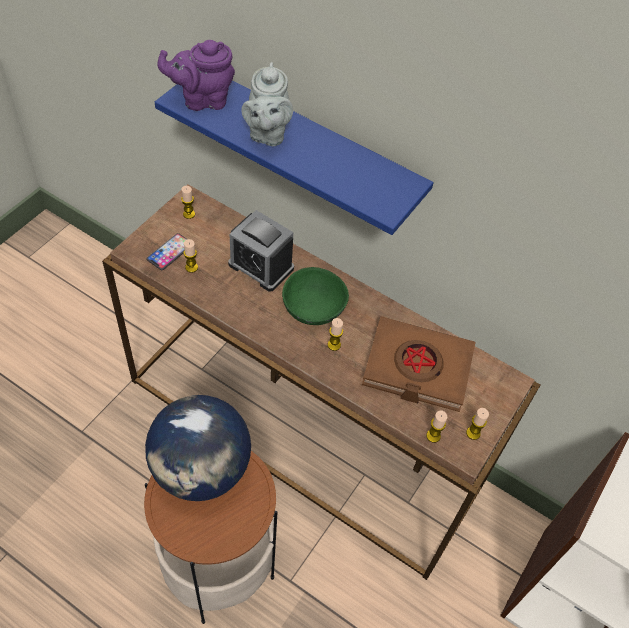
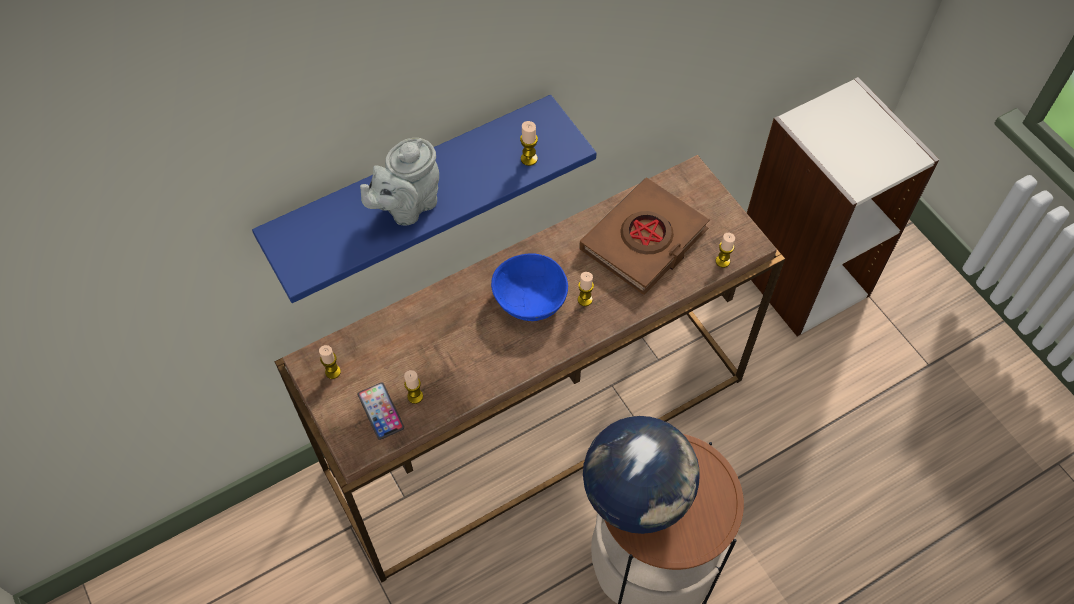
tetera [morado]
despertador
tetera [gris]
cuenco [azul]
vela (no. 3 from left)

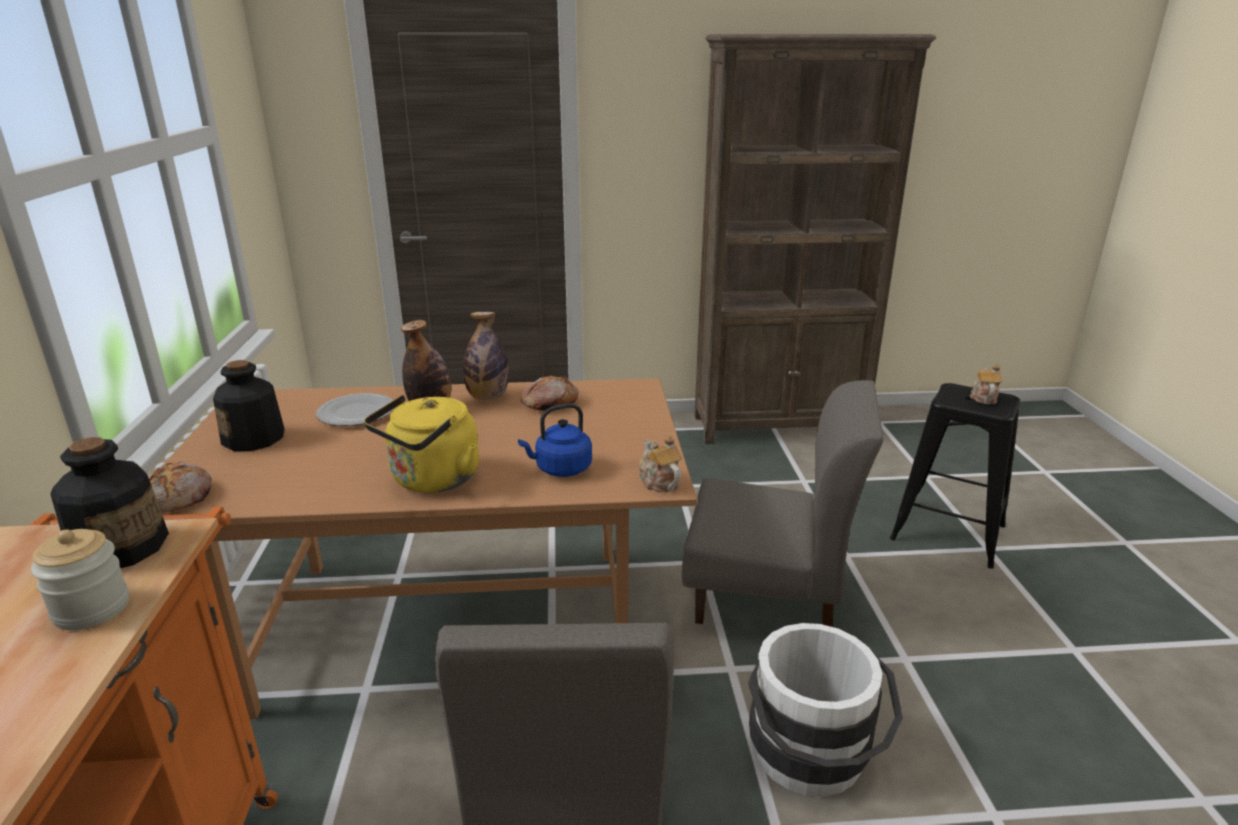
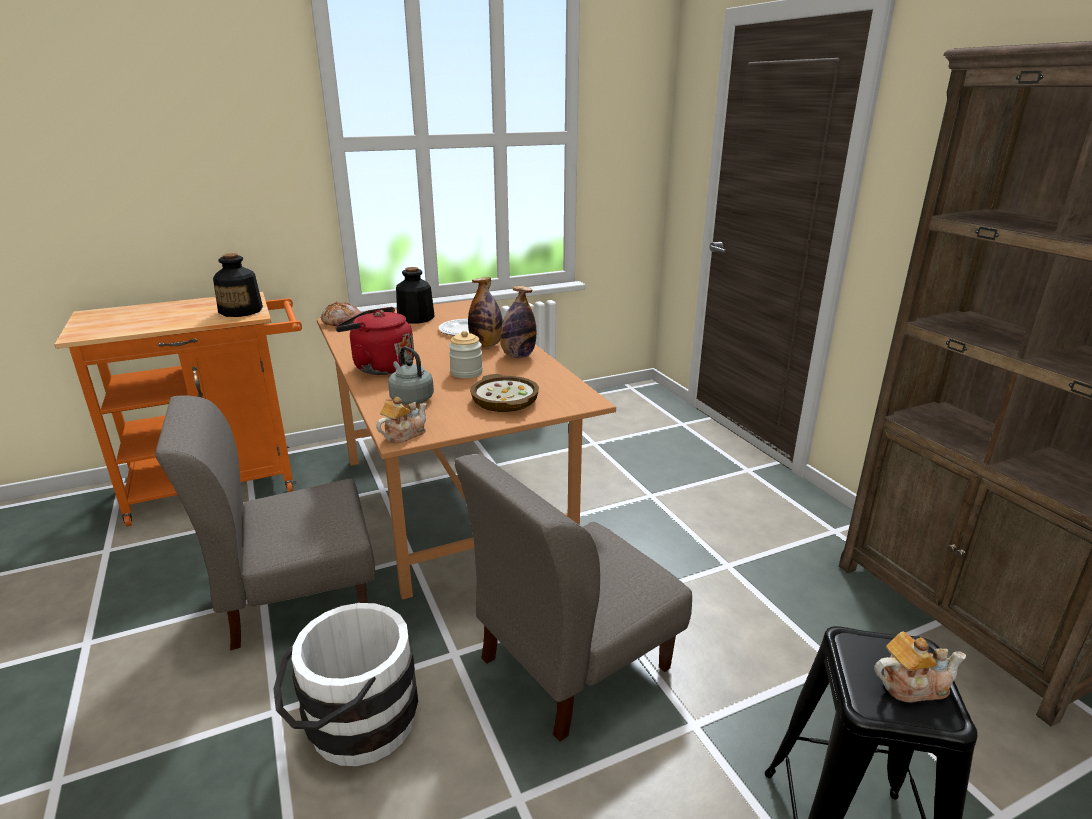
tarro
hervidor [rojo]
hervidor [gris]
pan (no. 2 from left in the first image)
silla [gris] (no. 2 from left)
cuenco

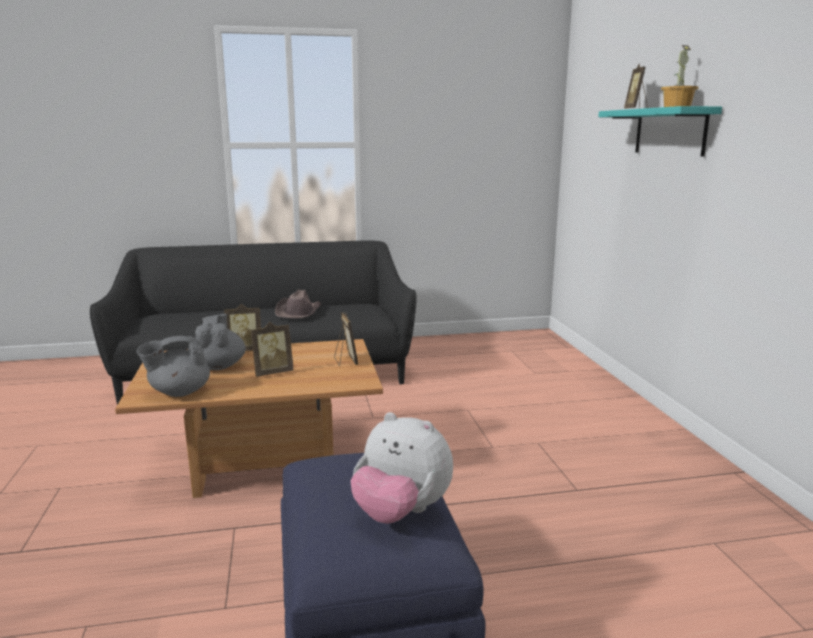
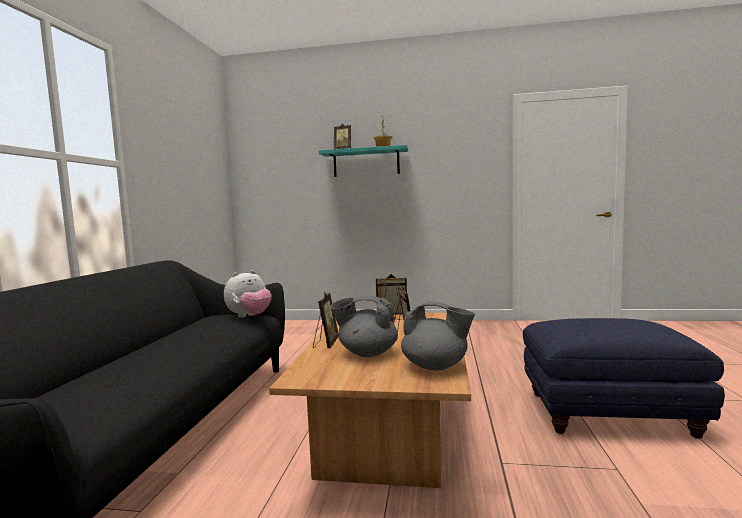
tetera [gris] (no. 2 from left)
sombrero [marrón]
peluche

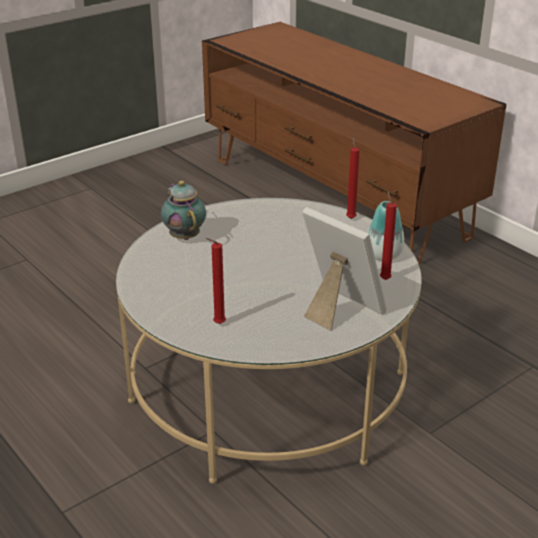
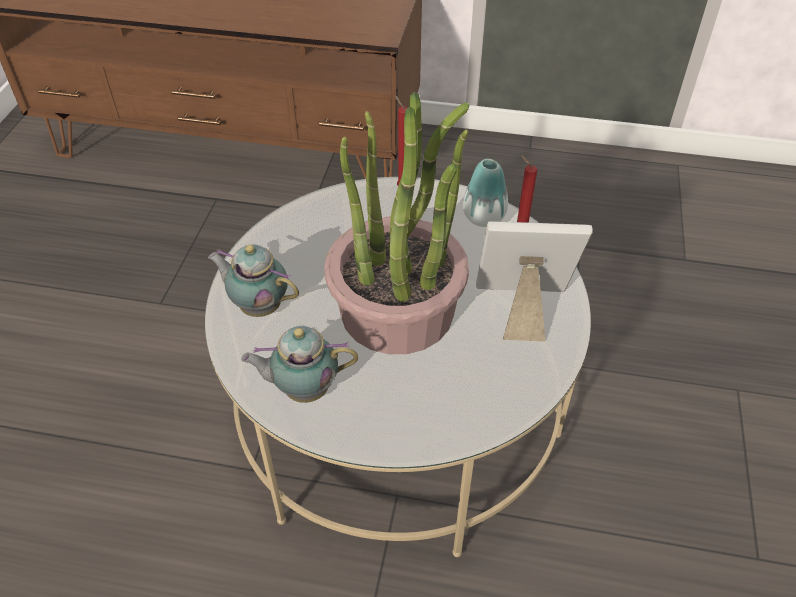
vela [rojo] (no. 1 from left in the first image)
tetera (no. 2 from left)
planta en maceta

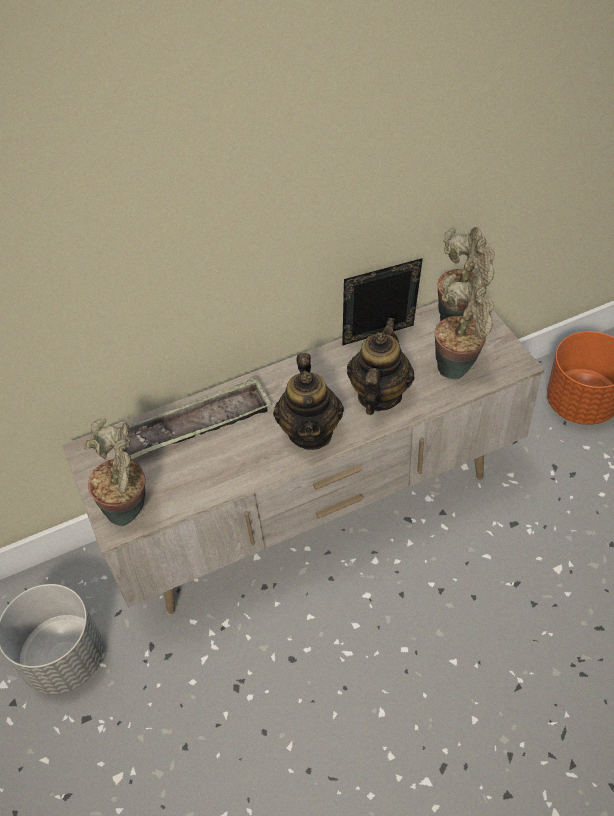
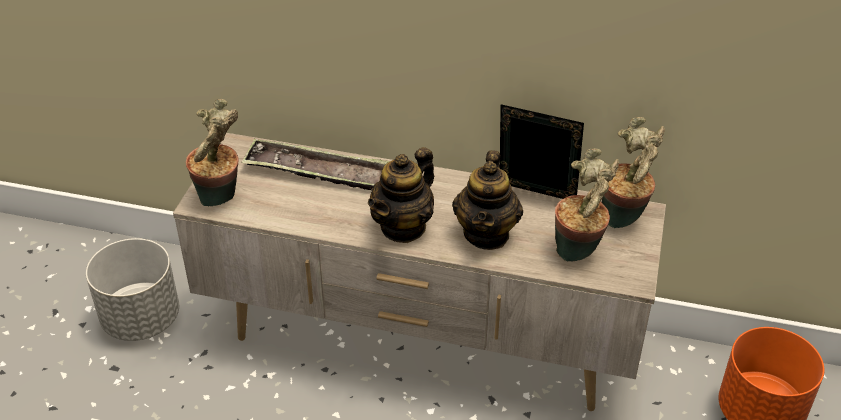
tetera (no. 2 from left)

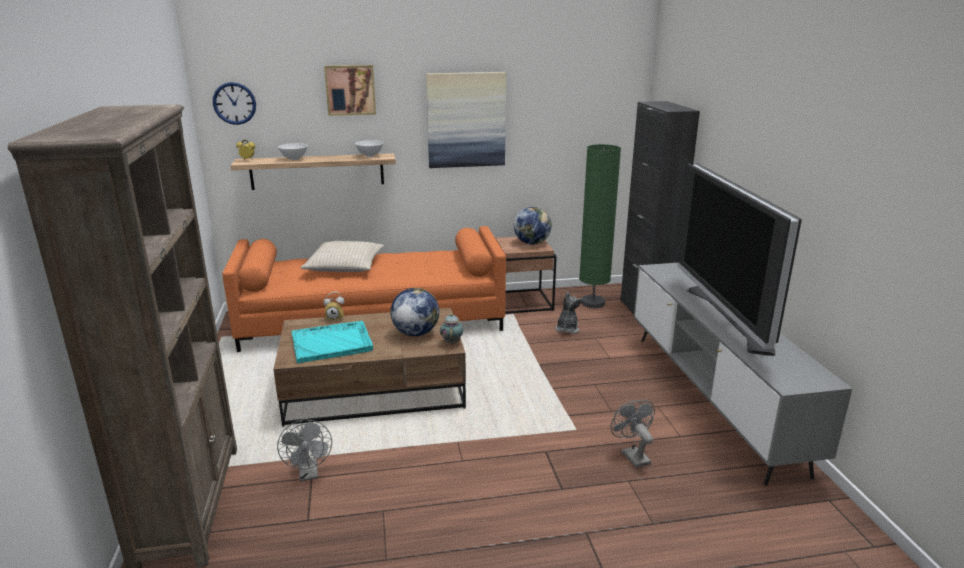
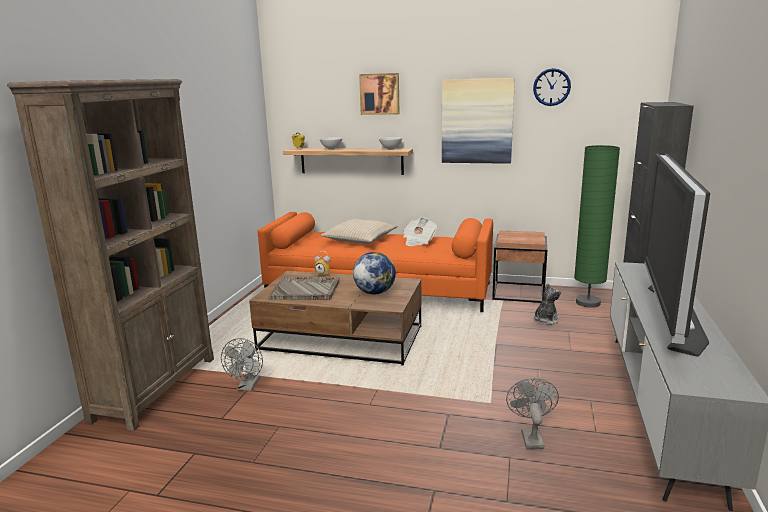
reloj de pared
bandeja [gris]
tetera
globo terráqueo (no. 2 from left in the first image)
periódico

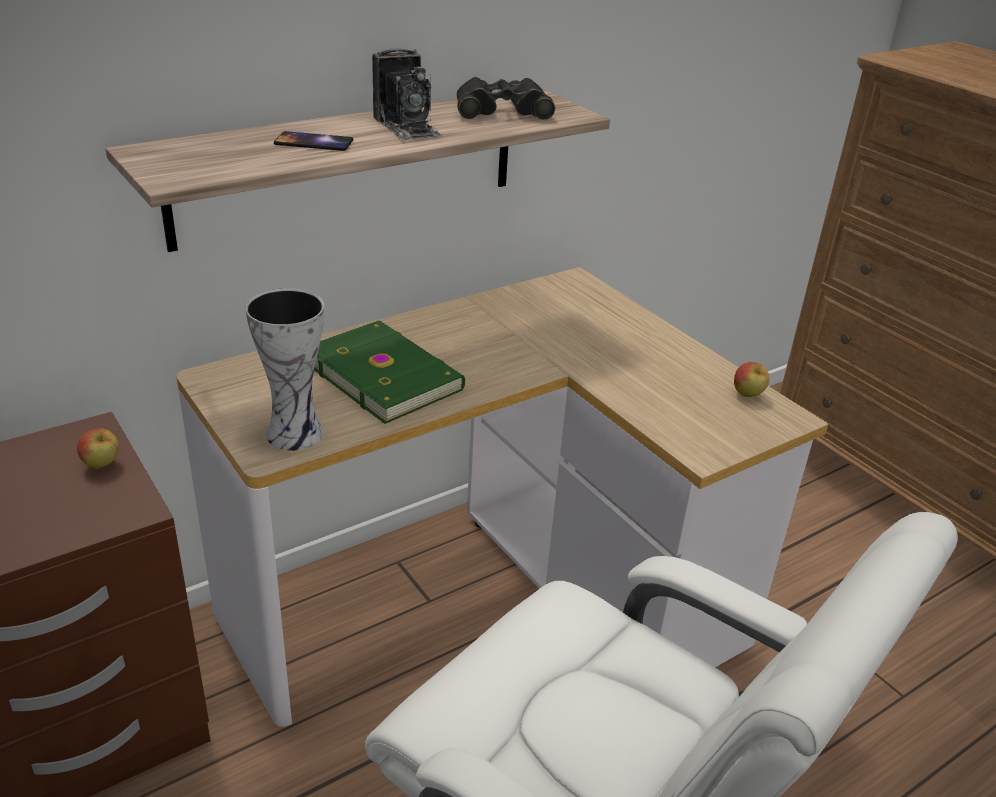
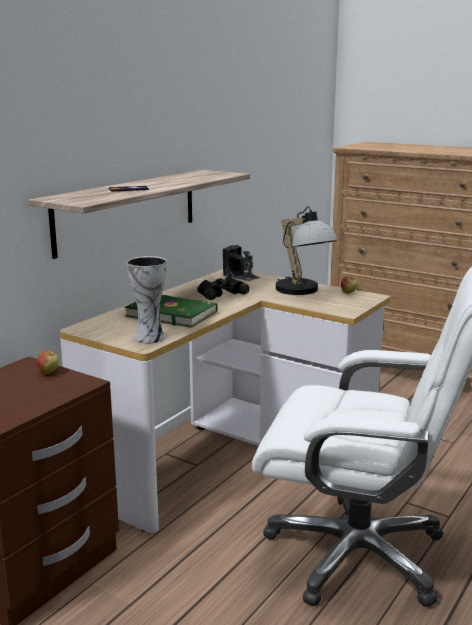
cámara
prismáticos [negro]
lámpara de mesa

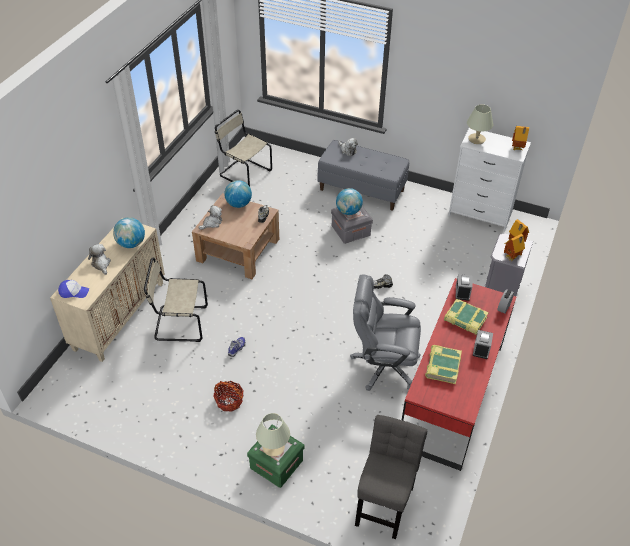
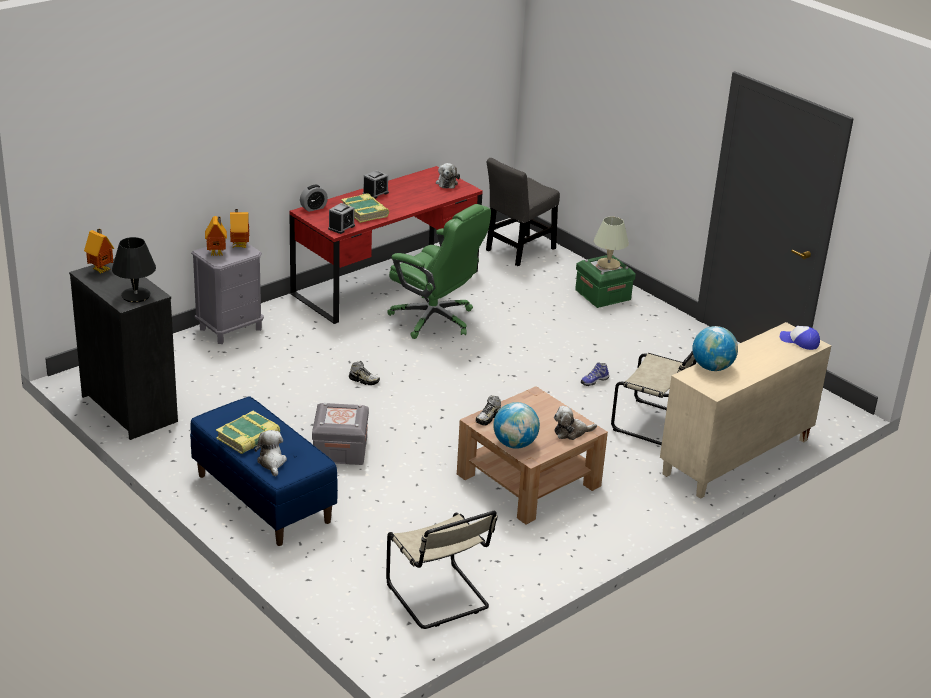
peluche (no. 2 from left)
cesta
banco [azul]
globo terráqueo (no. 3 from left in the first image)
silla de oficina [verde]
libro (no. 1 from left)
cómoda [negro]
lámpara de mesa [negro]

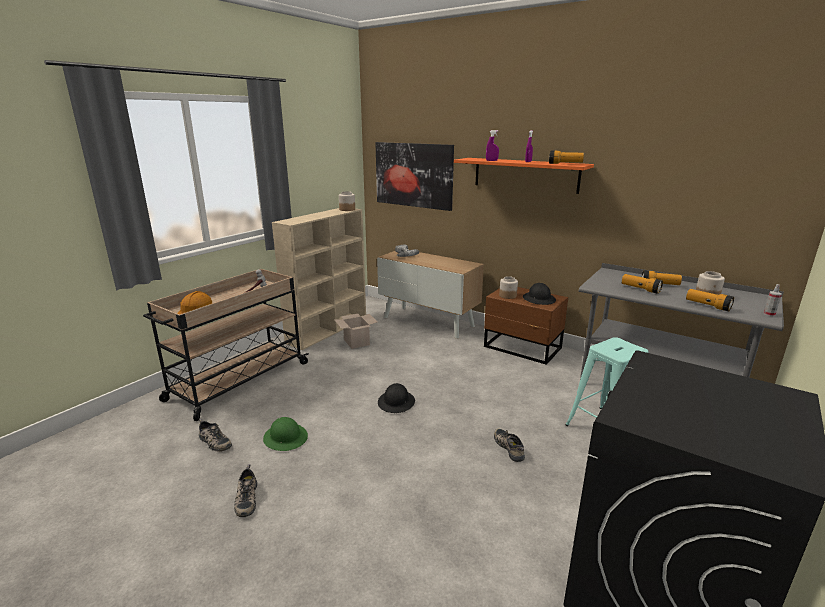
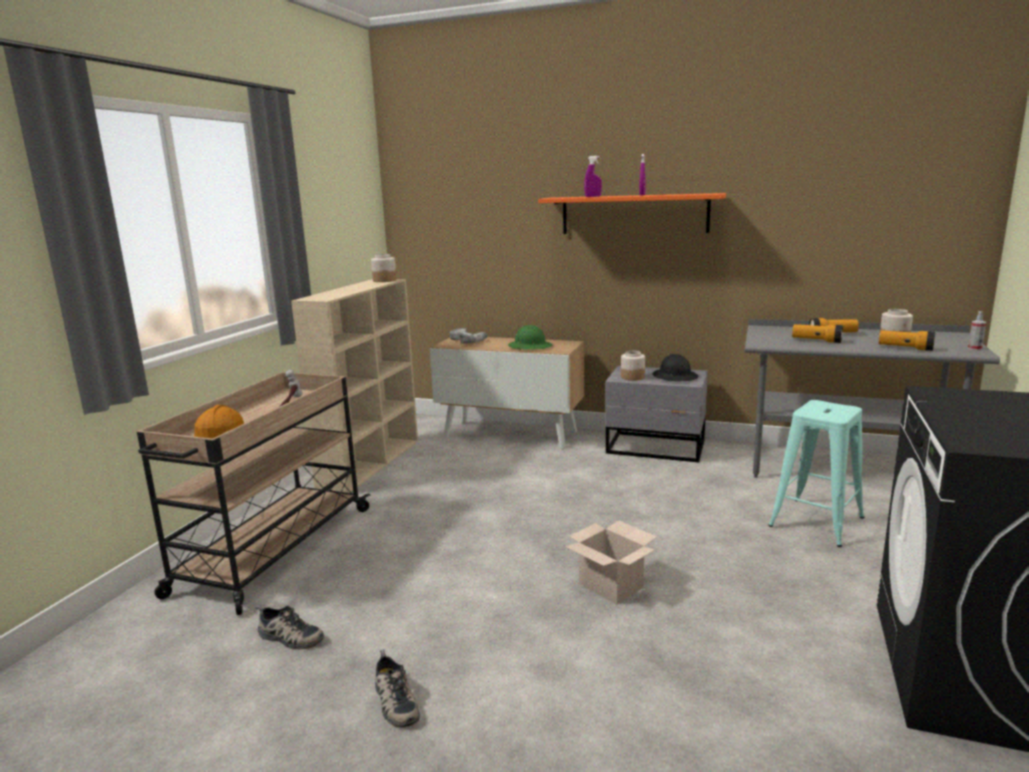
casco [verde]
caja de cartón
cuadro
casco [negro] (no. 1 from left in the first image)
mesita de noche [gris]
zapato (no. 3 from left in the first image)
linterna (no. 1 from left in the first image)

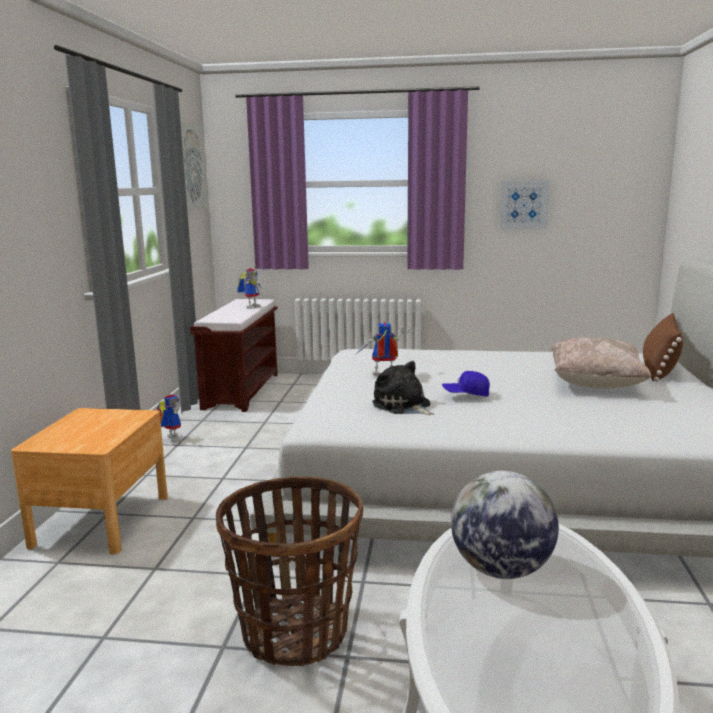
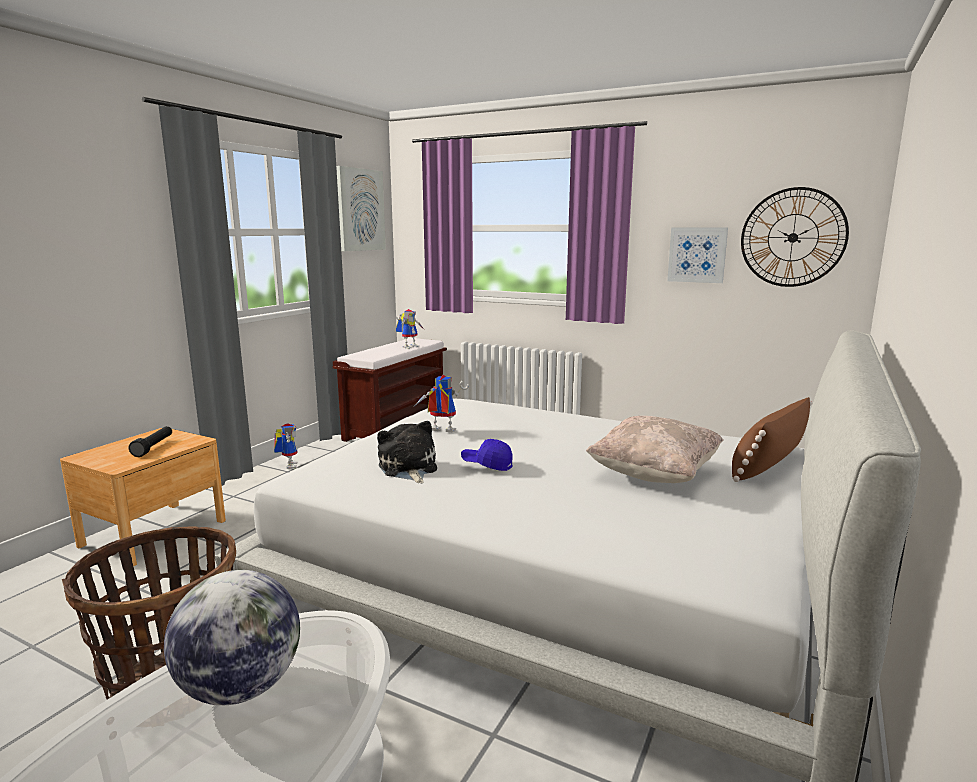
linterna [negro]
reloj de pared

